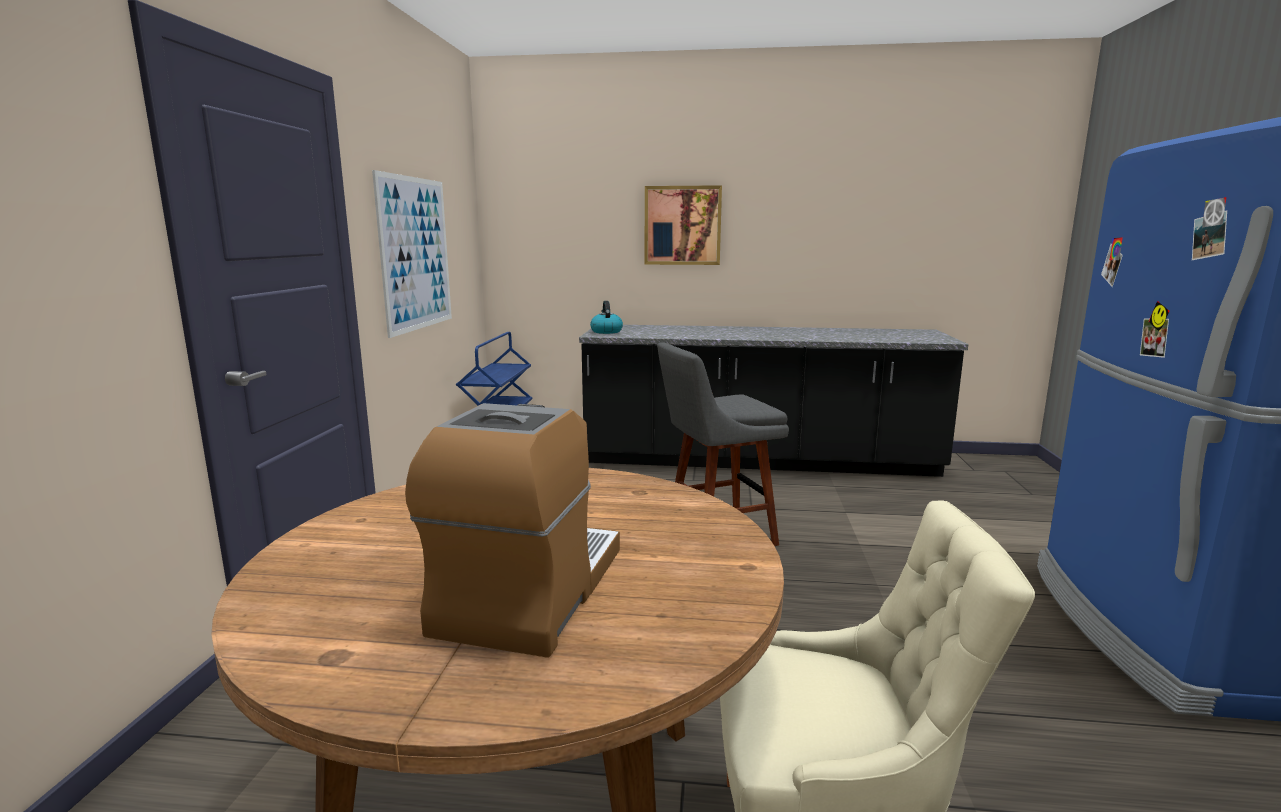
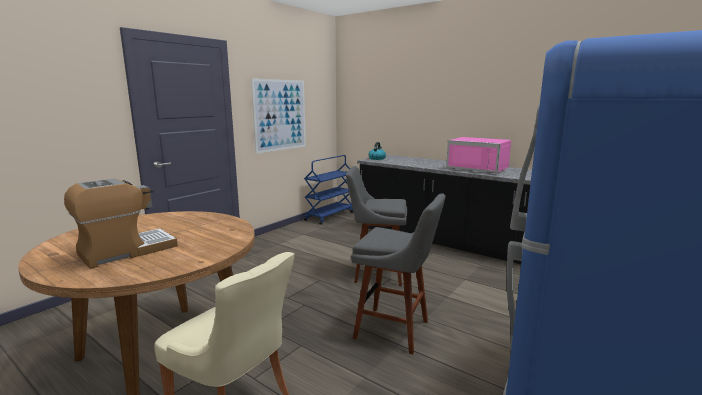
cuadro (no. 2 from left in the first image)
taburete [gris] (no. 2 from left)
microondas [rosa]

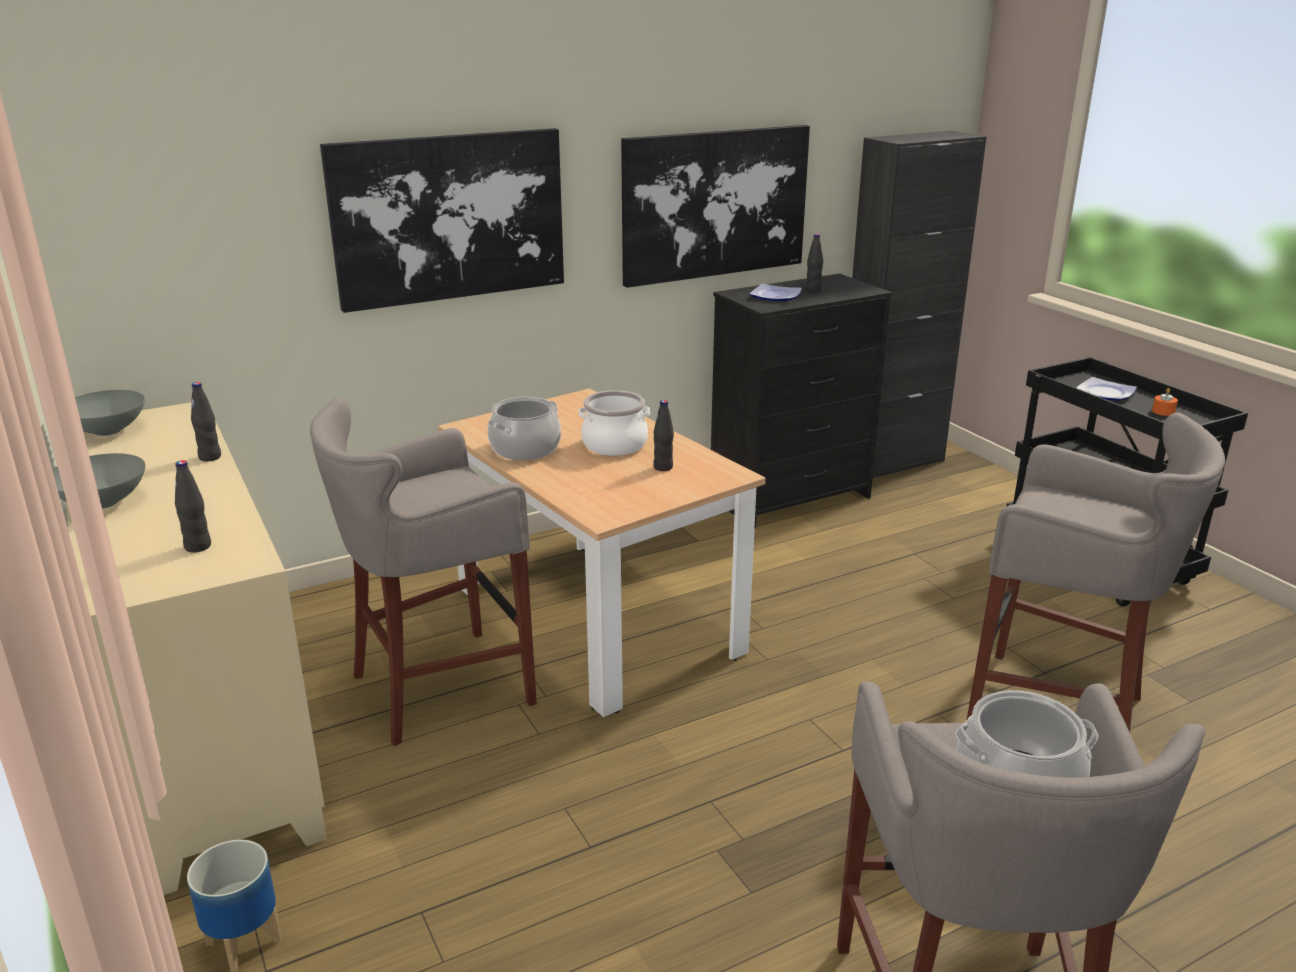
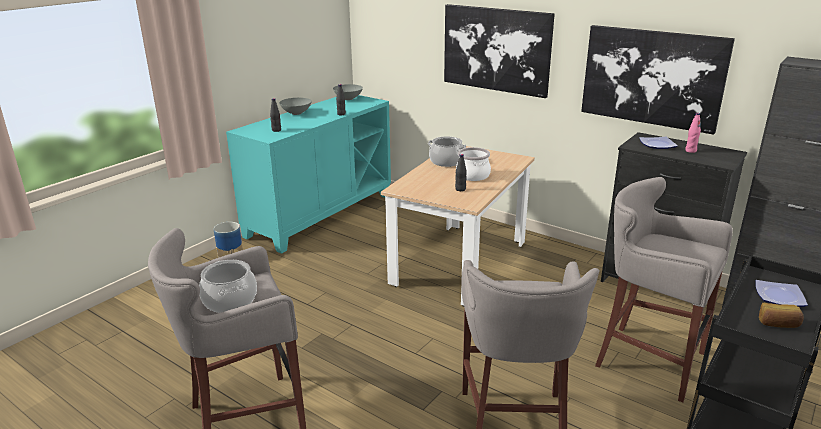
armario [turquesa]
taburete [gris] (no. 3 from left)
botella [rosa]
pan

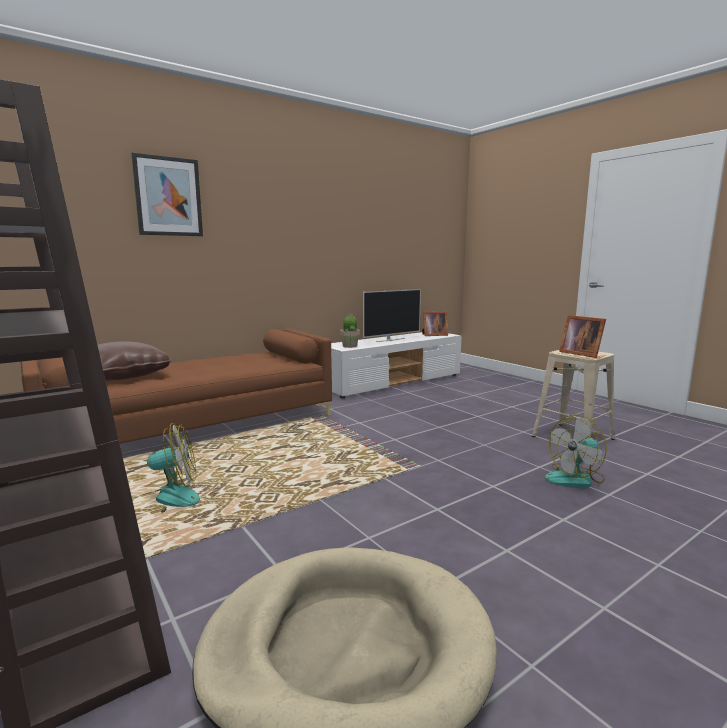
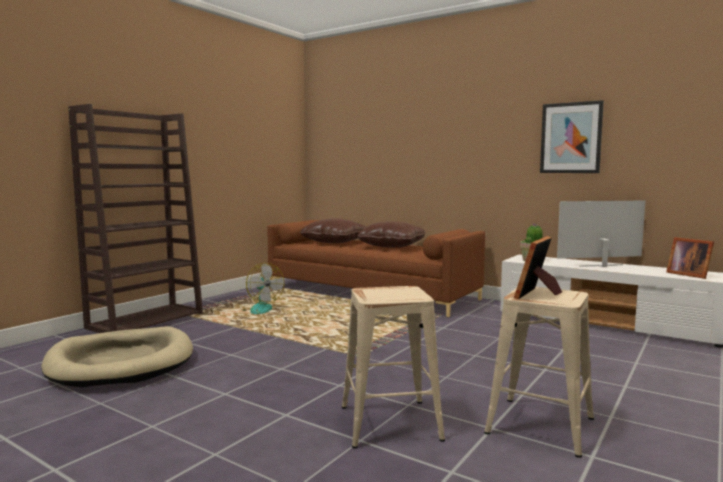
cuadro
televisor
taburete [beis] (no. 1 from left)
cojín [marrón] (no. 2 from left)

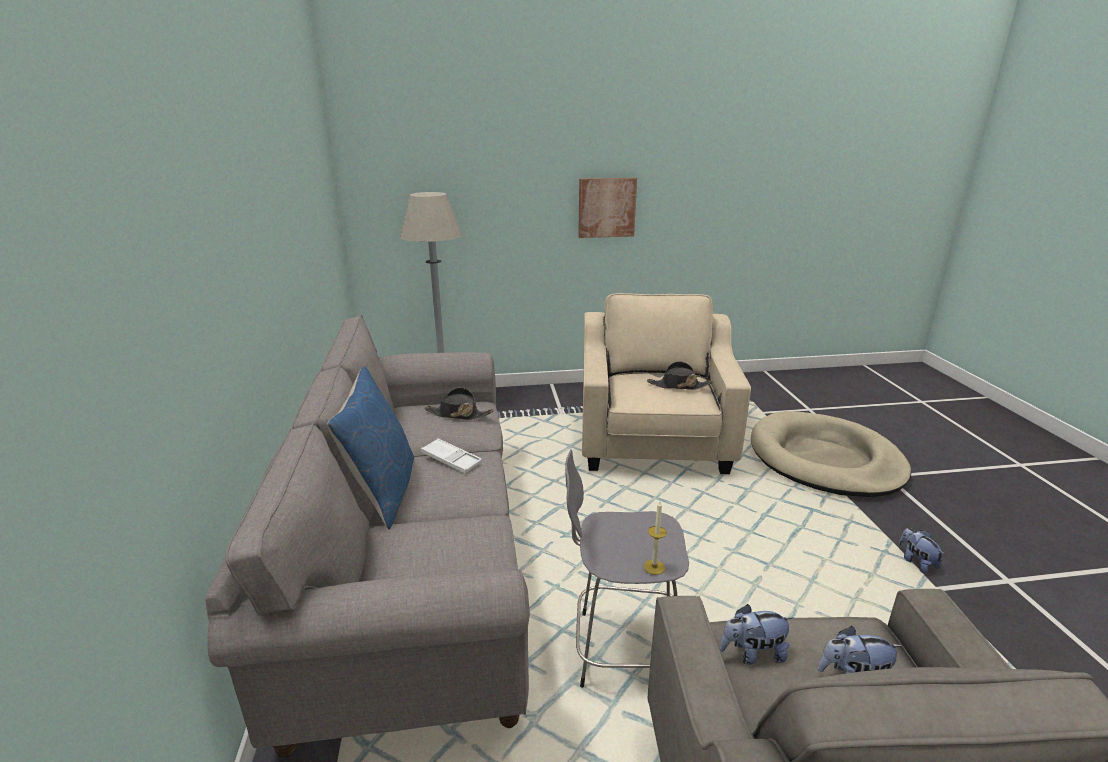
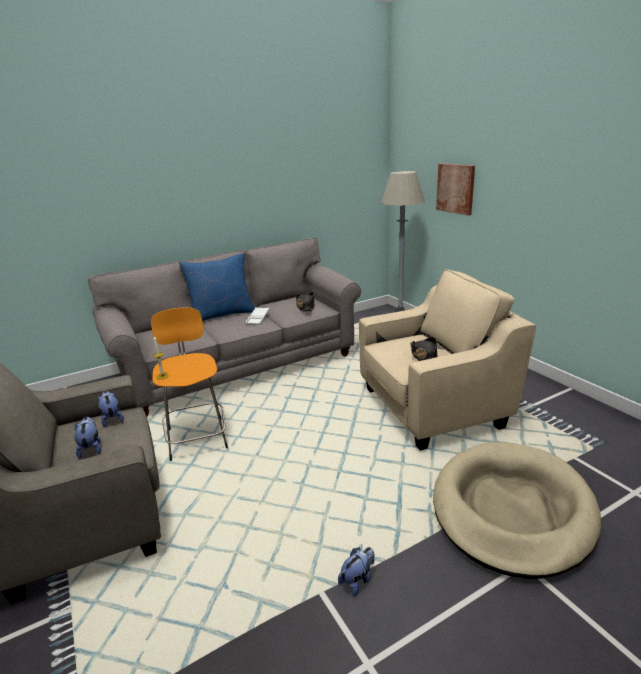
taburete [naranja]
cuadro

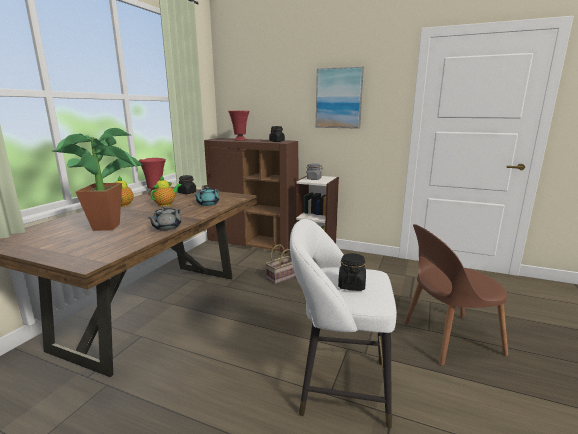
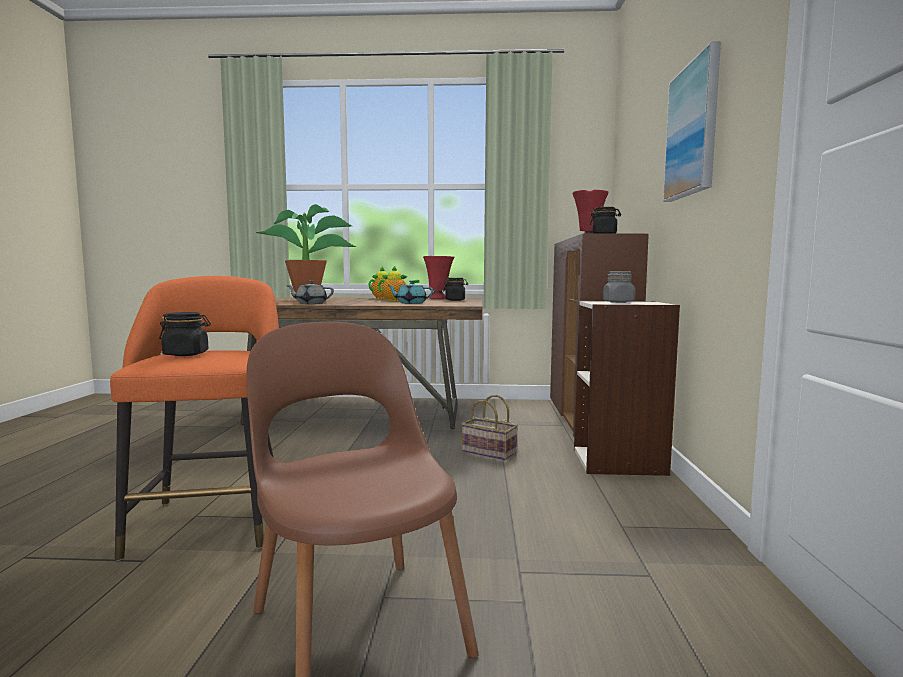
taburete [naranja]

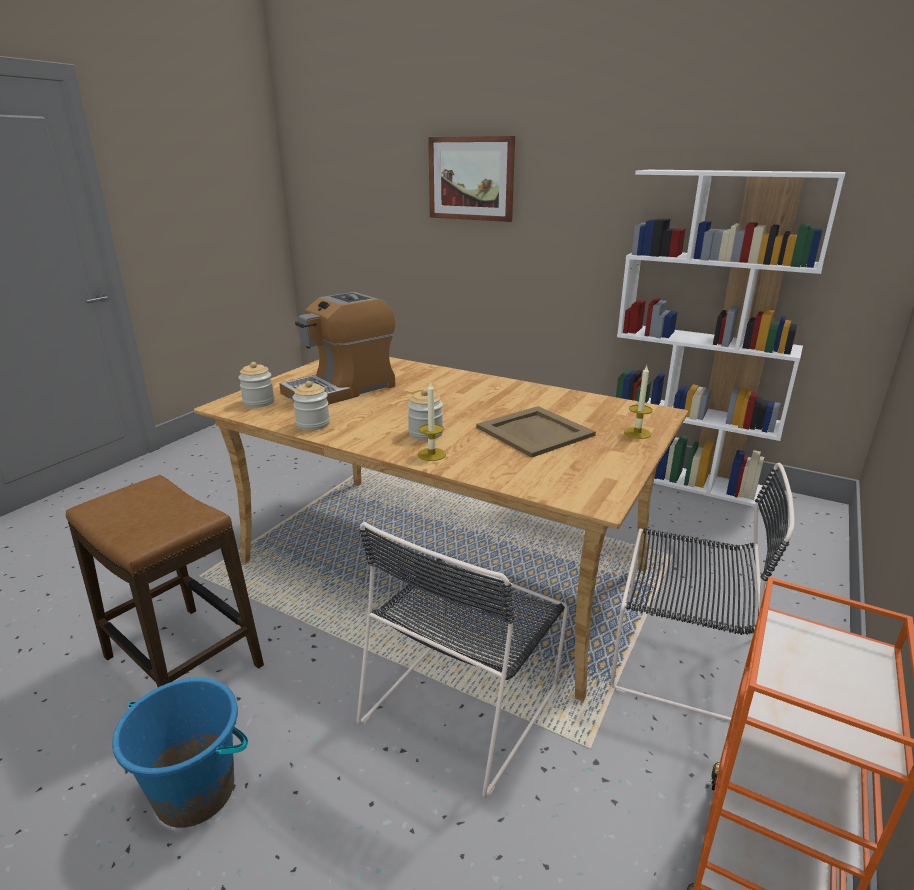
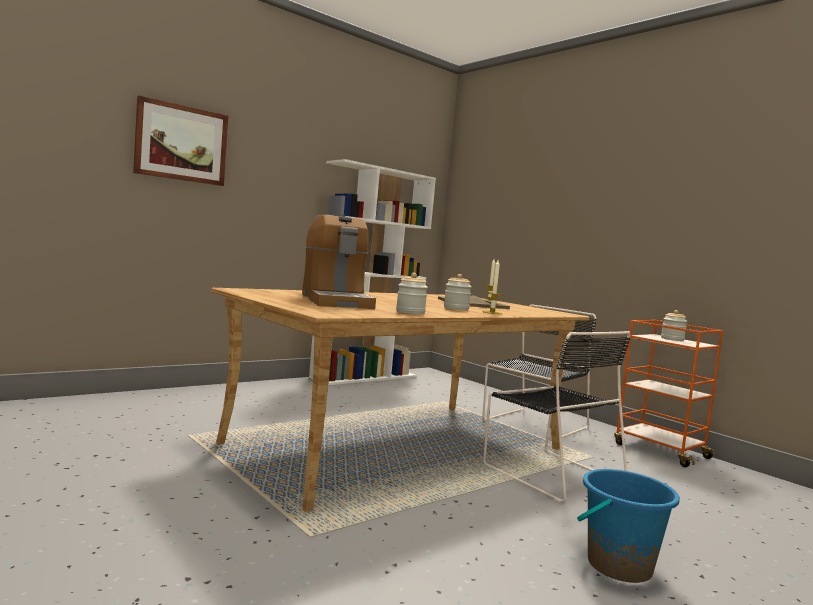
taburete
tarro (no. 3 from left)

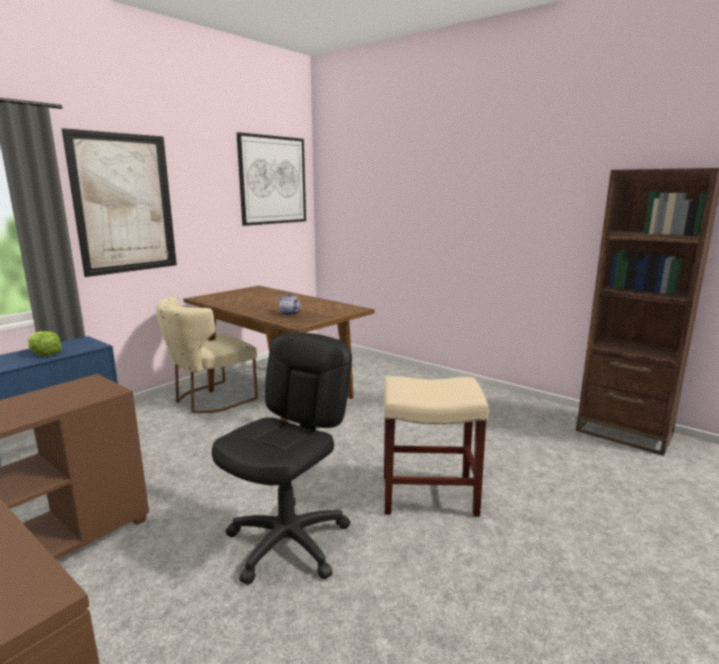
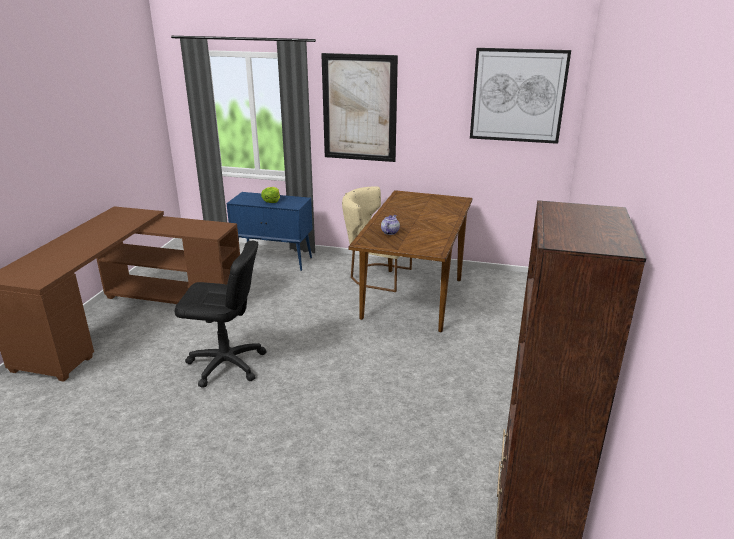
taburete [beis]

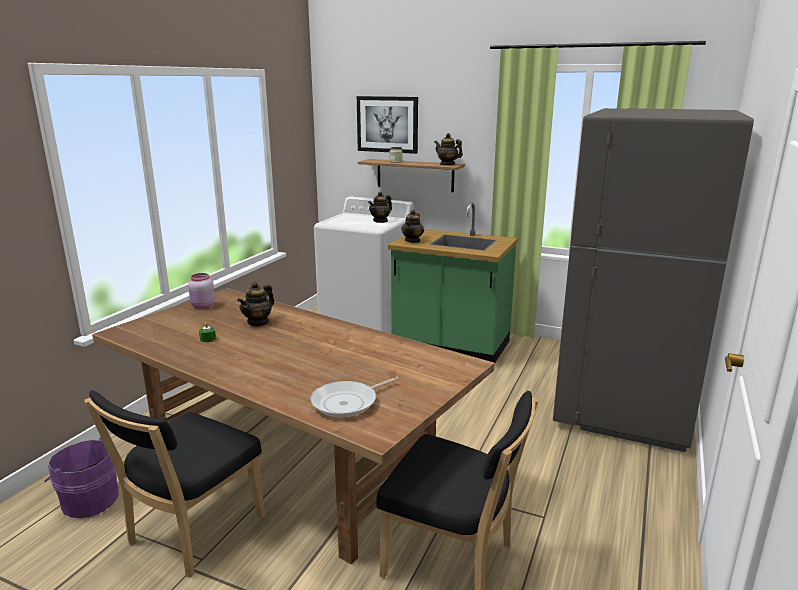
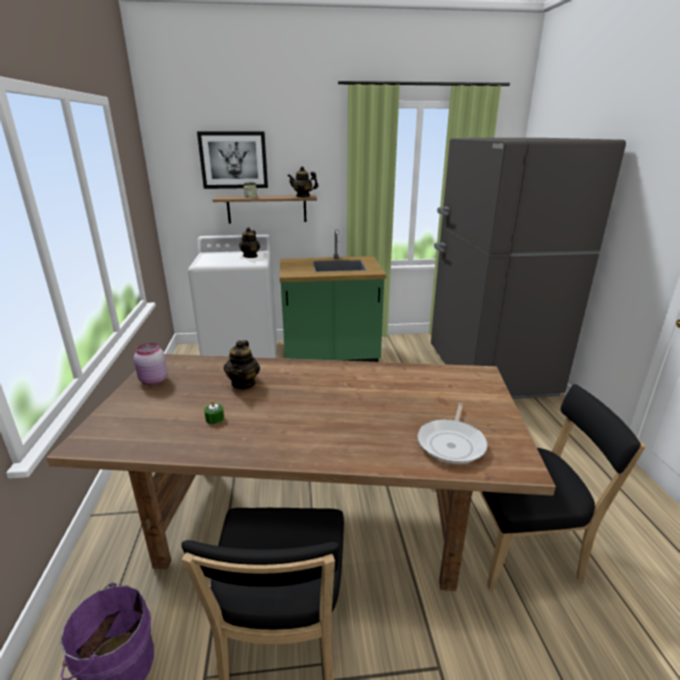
tetera (no. 3 from left in the first image)

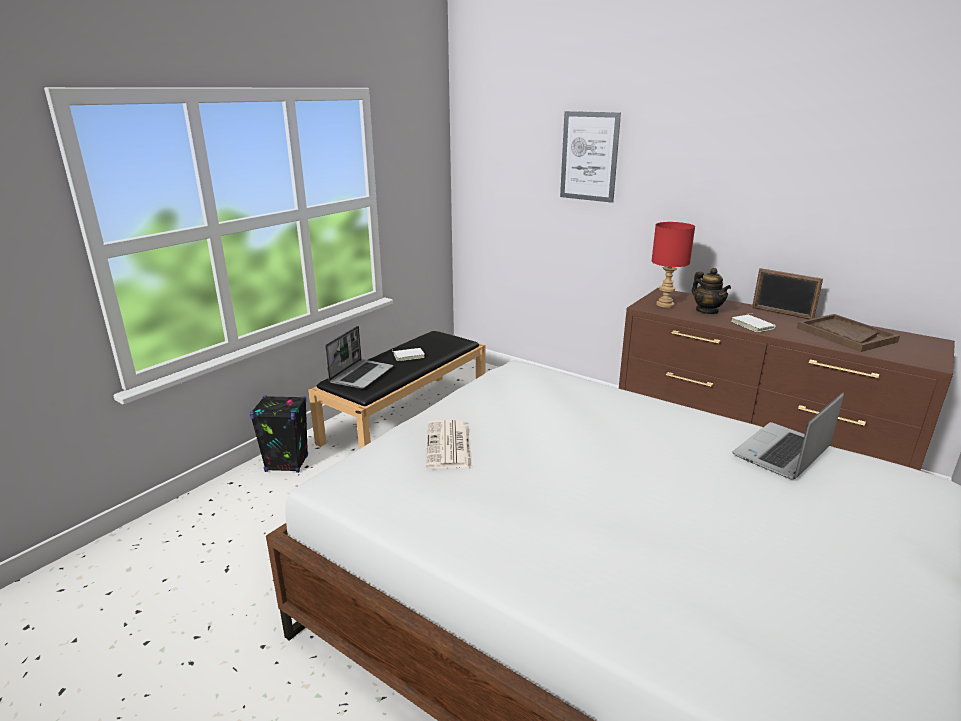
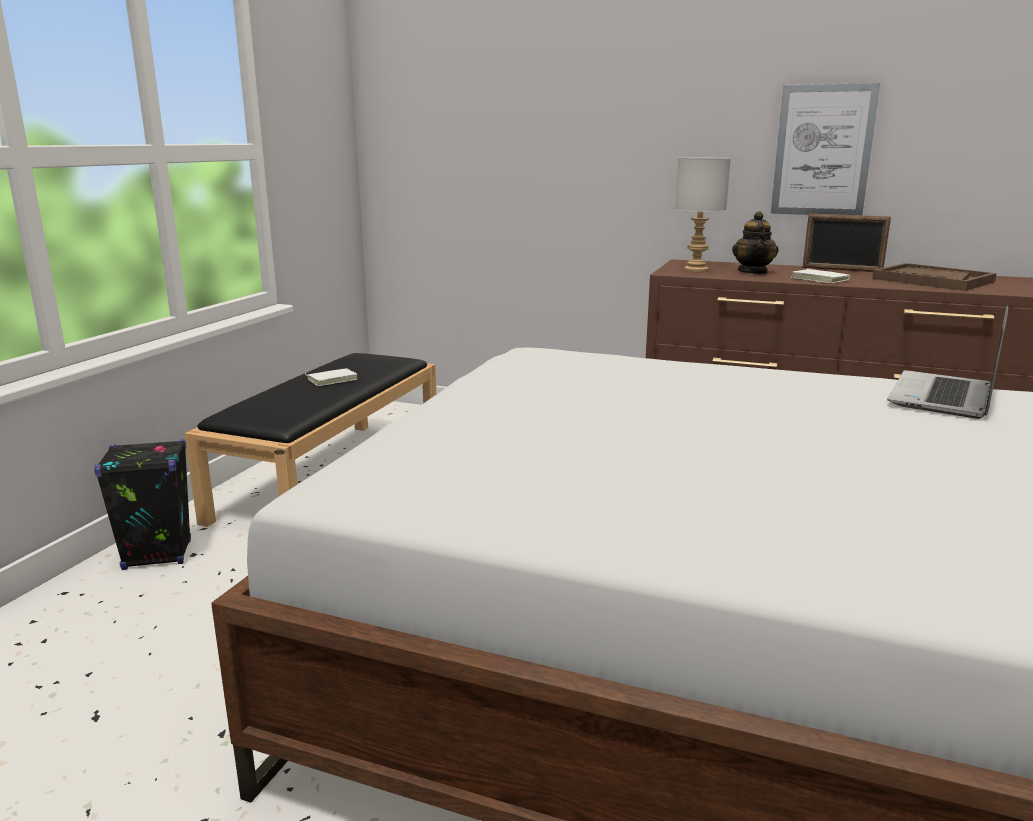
portátil (no. 1 from left in the first image)
periódico
cuadro
lámpara de mesa [gris]
tetera

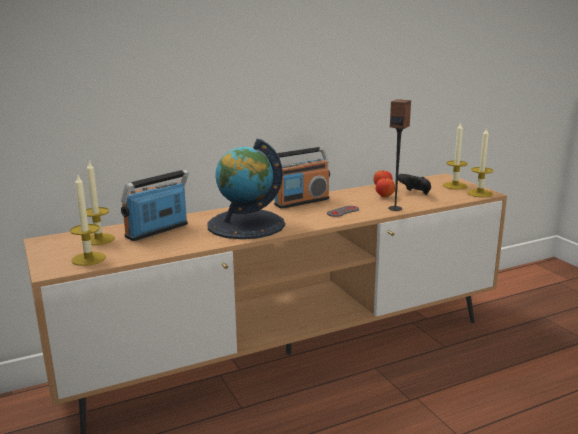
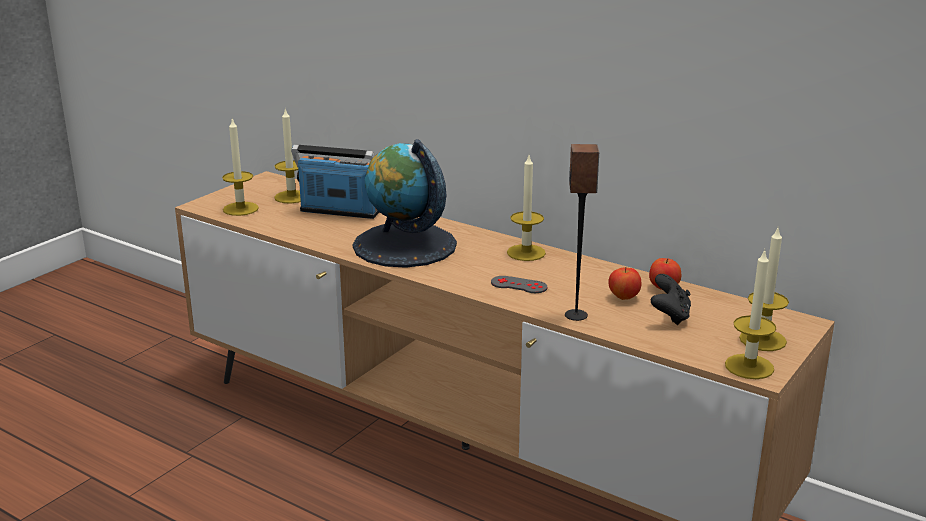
vela (no. 3 from left)

